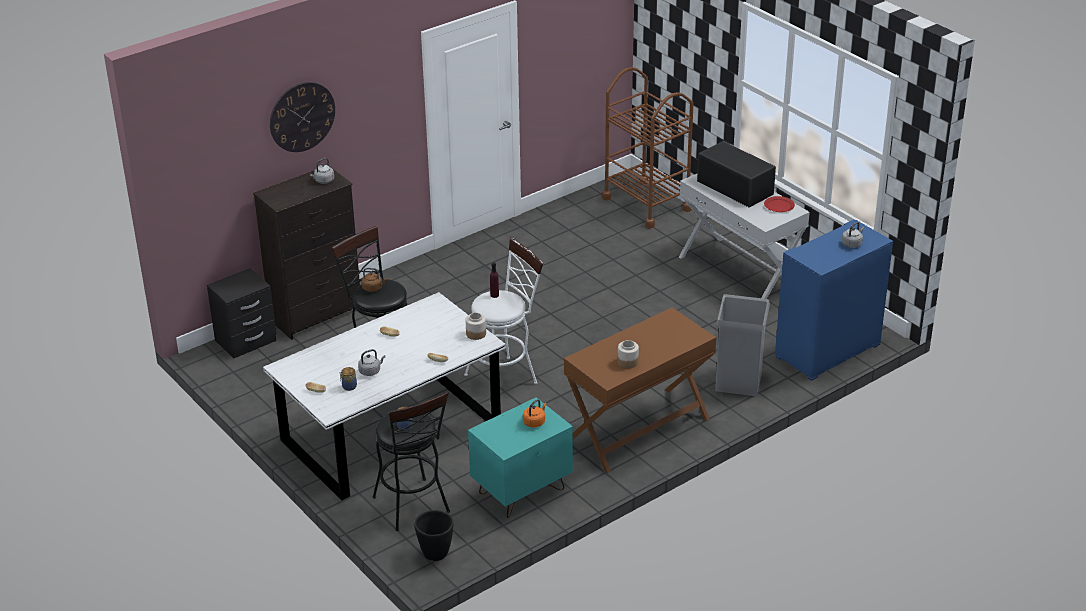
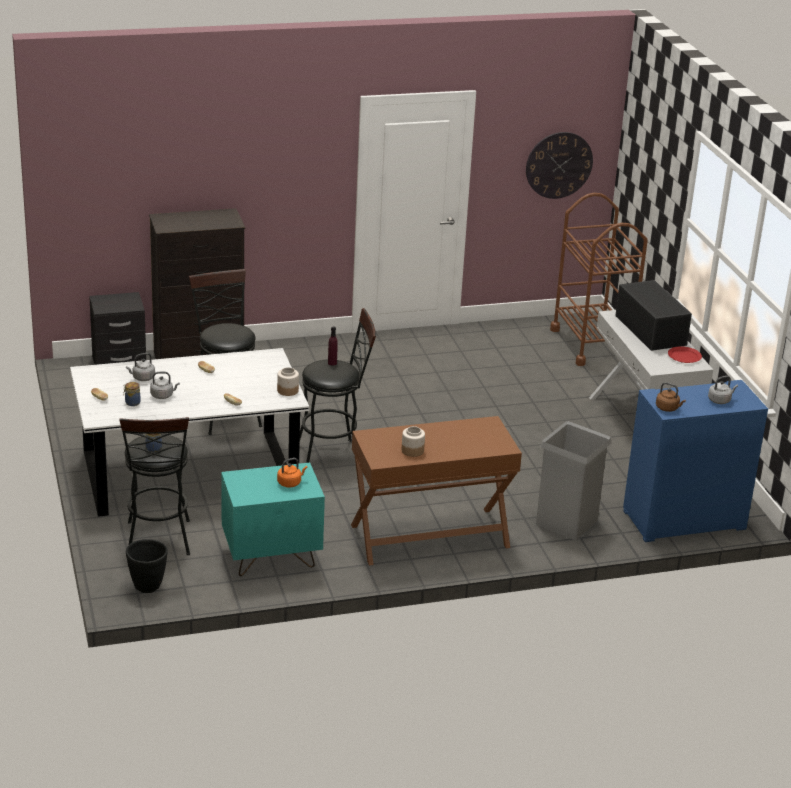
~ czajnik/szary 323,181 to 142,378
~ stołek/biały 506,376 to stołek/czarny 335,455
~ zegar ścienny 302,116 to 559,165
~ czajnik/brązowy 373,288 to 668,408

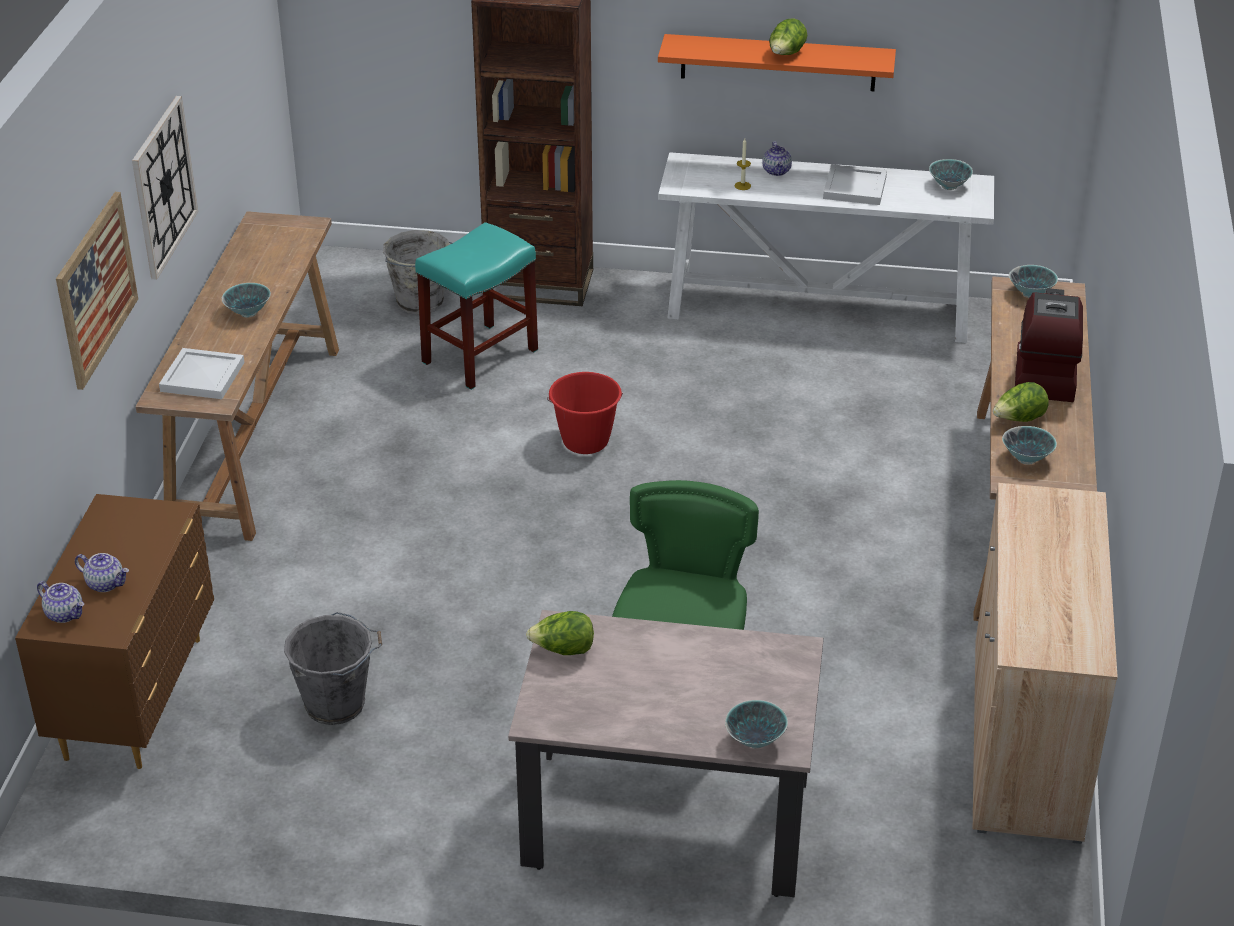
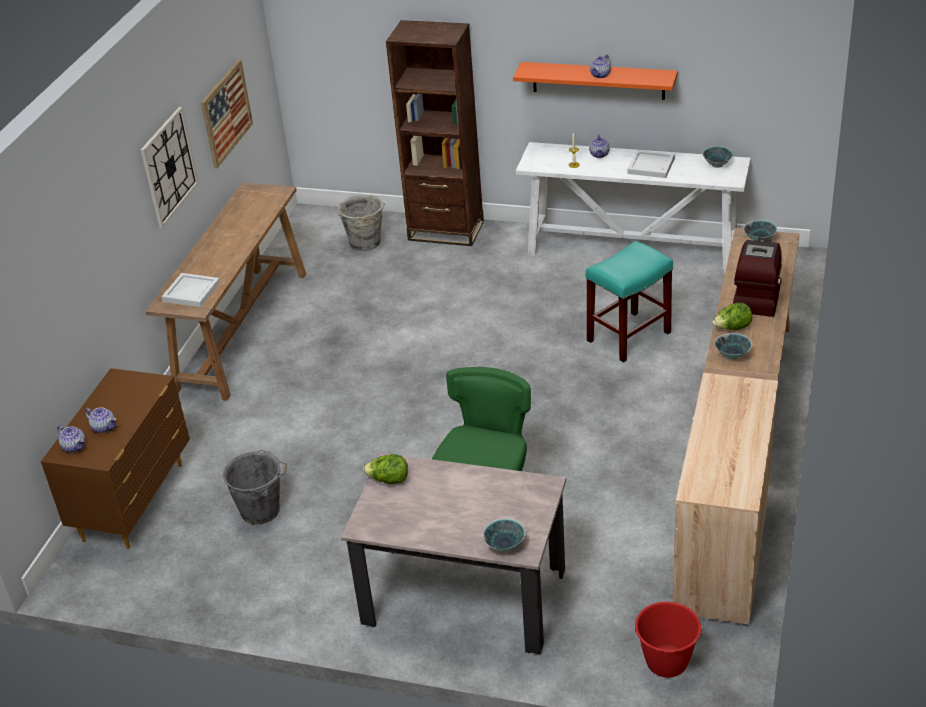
~ obraz 96,289 to 226,113
~ stołek/turkusowy 479,357 to 628,337
~ sałata 786,55 to imbryk 600,75
~ wiadro/czerwony 585,441 to 666,662
- miska 248,312

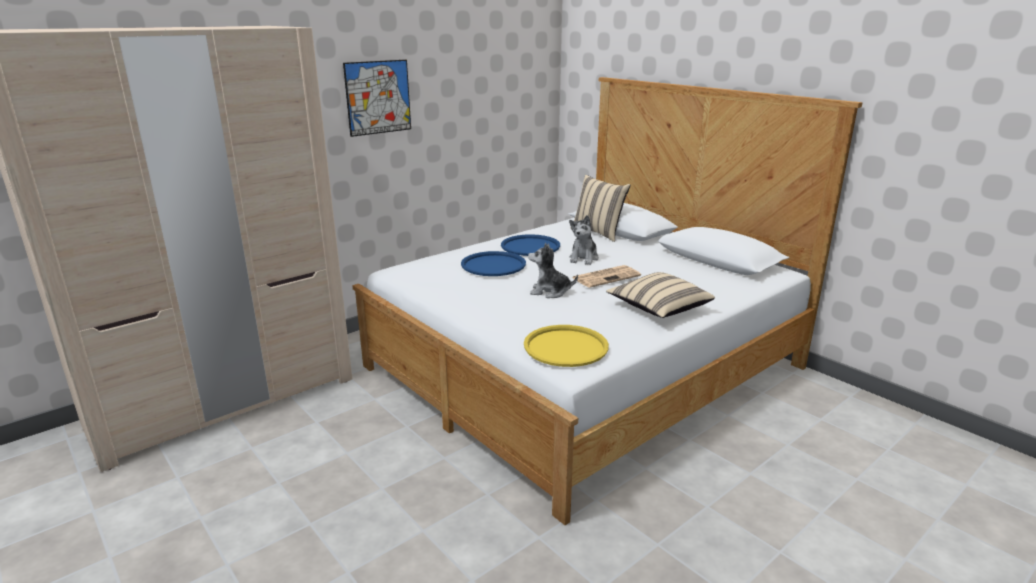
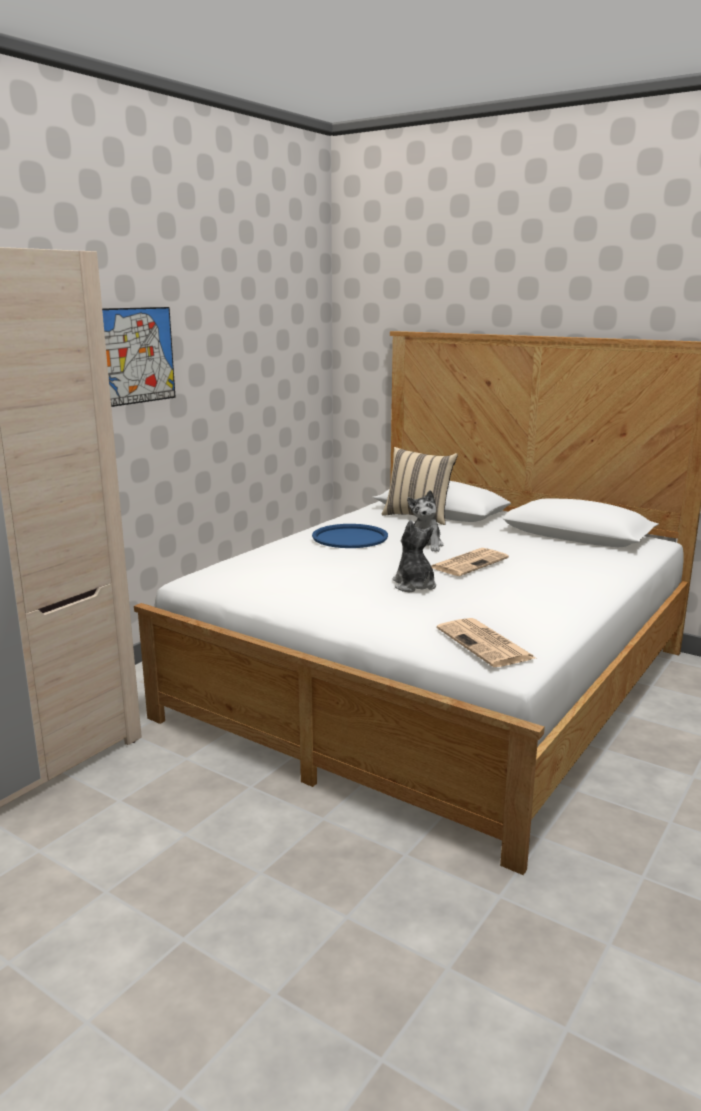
~ pluszak 550,292 = 414,586 75 degrees clockwise
~ taca/żółty 566,347 to gazeta 486,644
- taca/niebieski 493,265
- poduszka/beżowy 658,309

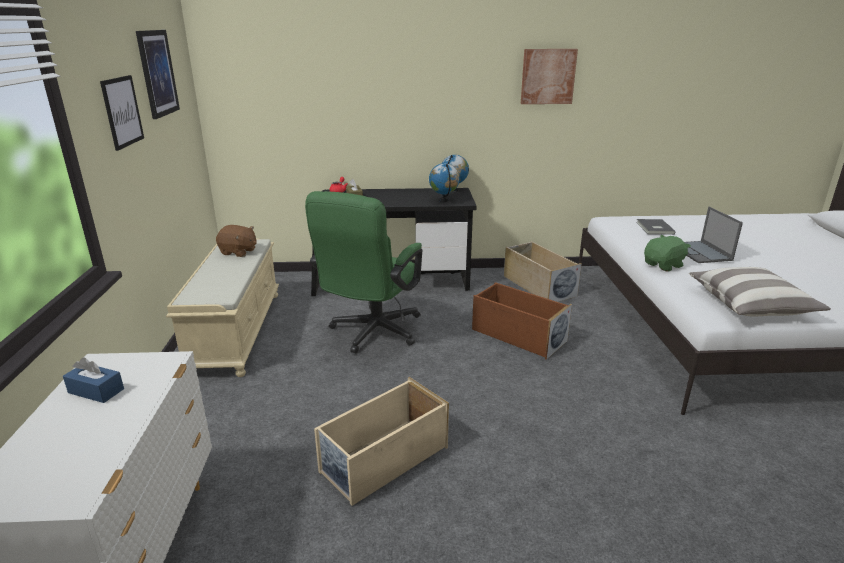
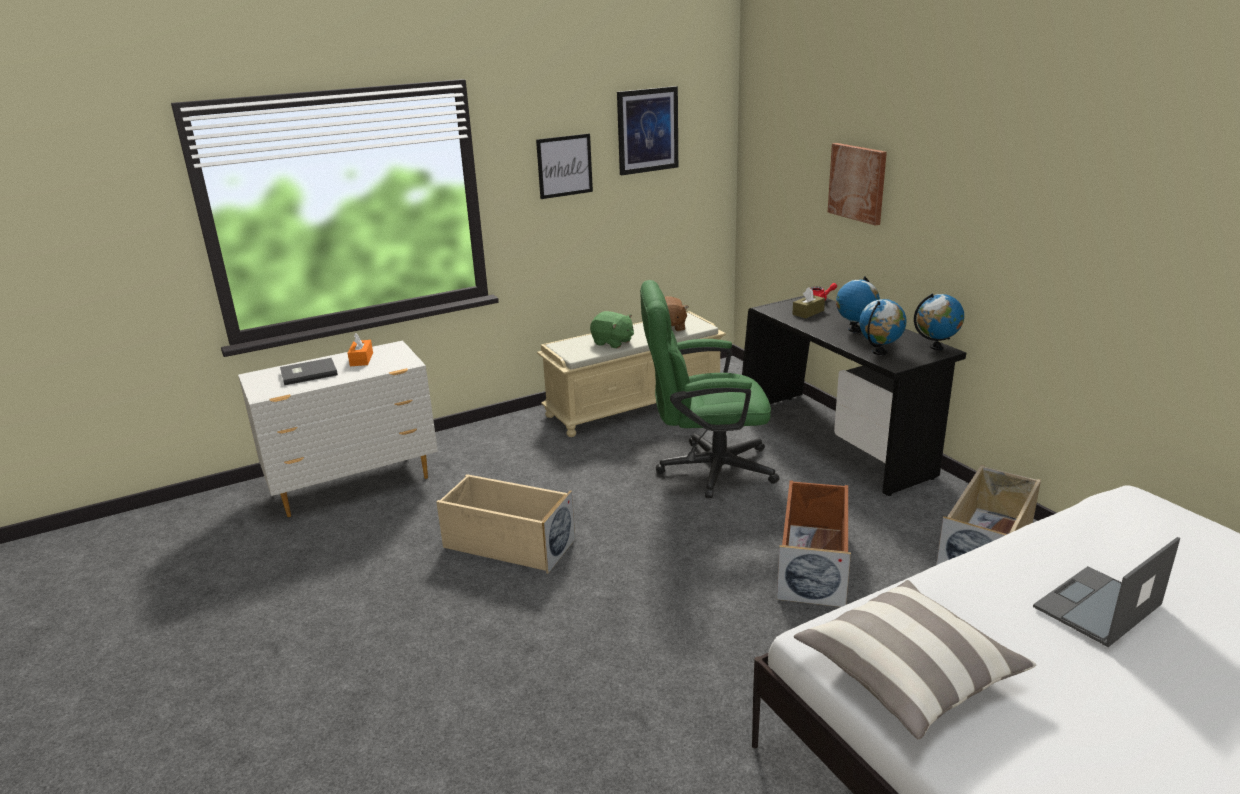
~ książka/szary 654,228 to 308,373
~ pudełko chusteczek/niebieski 96,391 to pudełko chusteczek/pomarańczowy 361,359
~ pluszak/zielony 663,265 to 612,342
~ obraz 548,76 to 857,183
+ globus 855,330

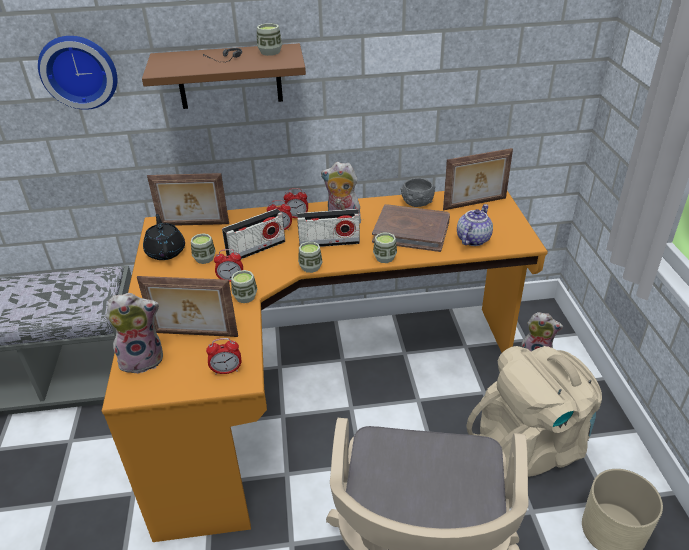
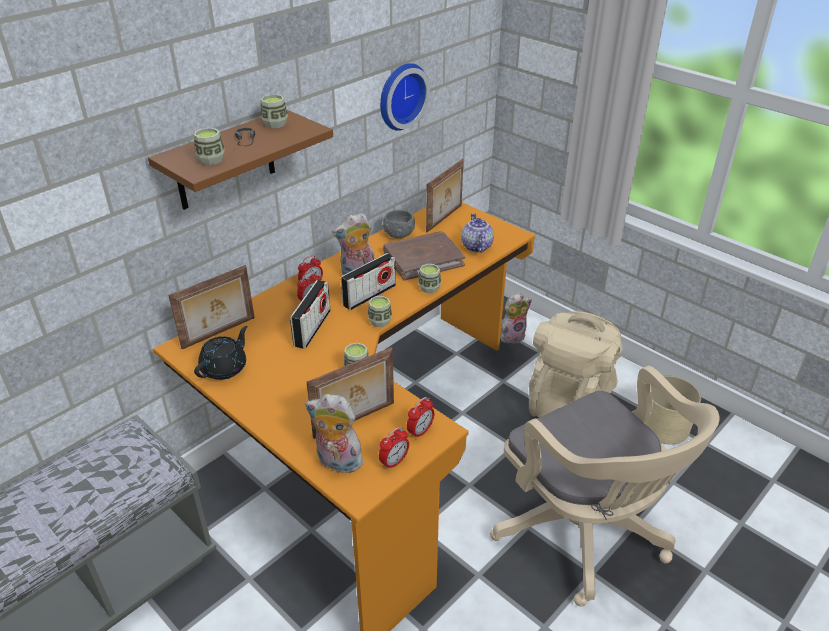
~ filiżanka 204,258 to 211,160
~ imbryk/czarny 166,251 = 225,368 90 degrees clockwise
~ pluszak 143,359 = 337,462 105 degrees counterclockwise
~ budzik 231,279 to 394,462
~ zegar ścienny 79,71 to 400,95

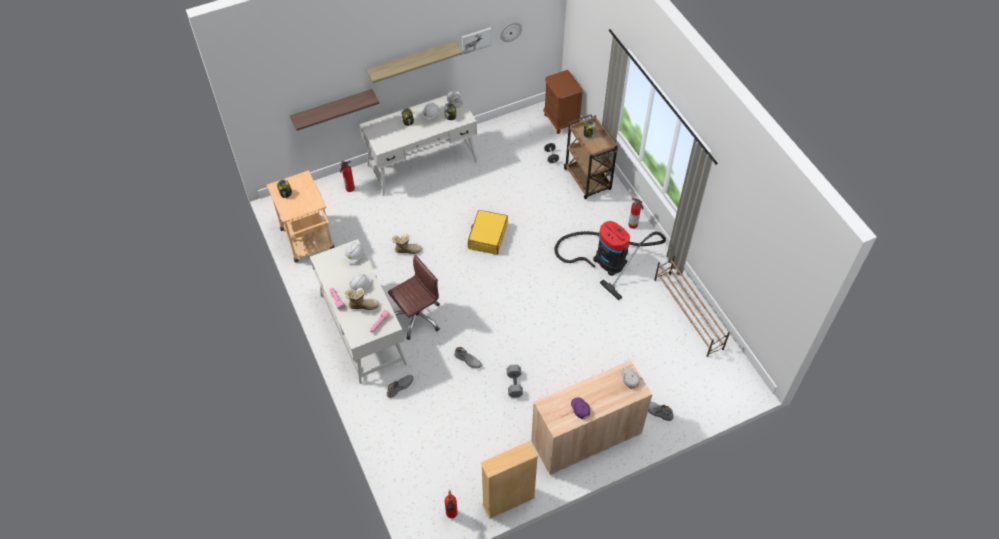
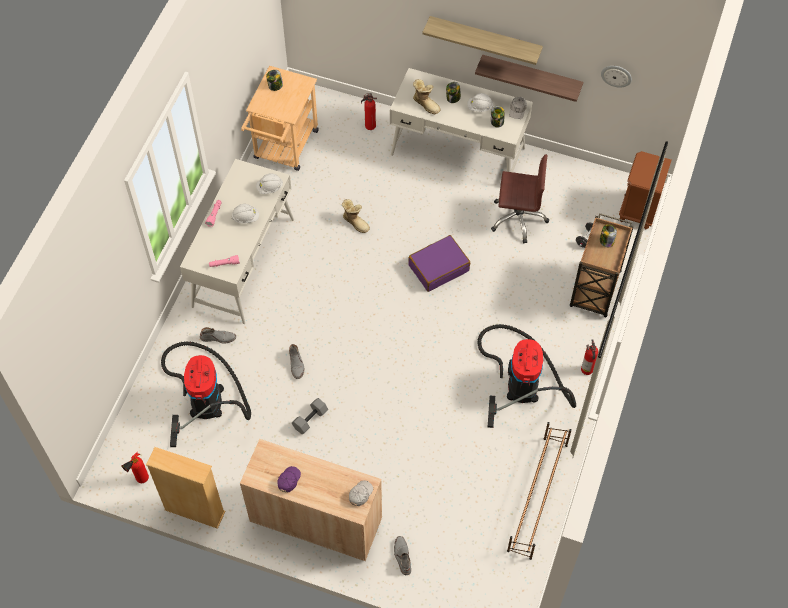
+ odkurzacz 205,397
~ walizka/żółty 487,236 to walizka/fioletowy 438,267
~ but z cholewką 363,305 to 426,104
~ półka 332,109 to 531,75
~ krzesło biurowe/brązowy 417,317 to 518,218
- obraz 476,40

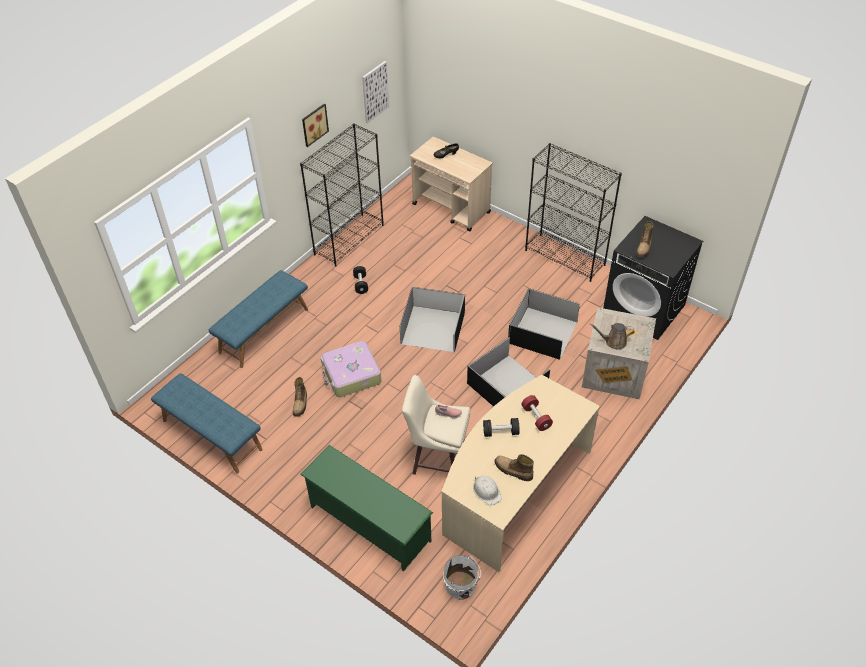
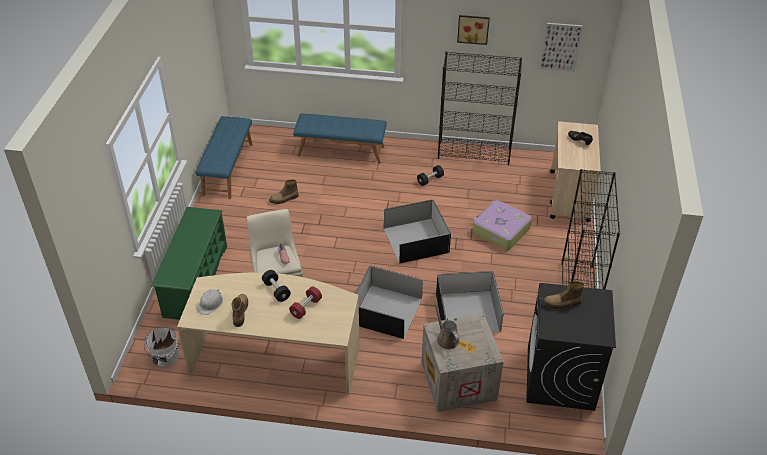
~ walizka 351,375 to 500,231

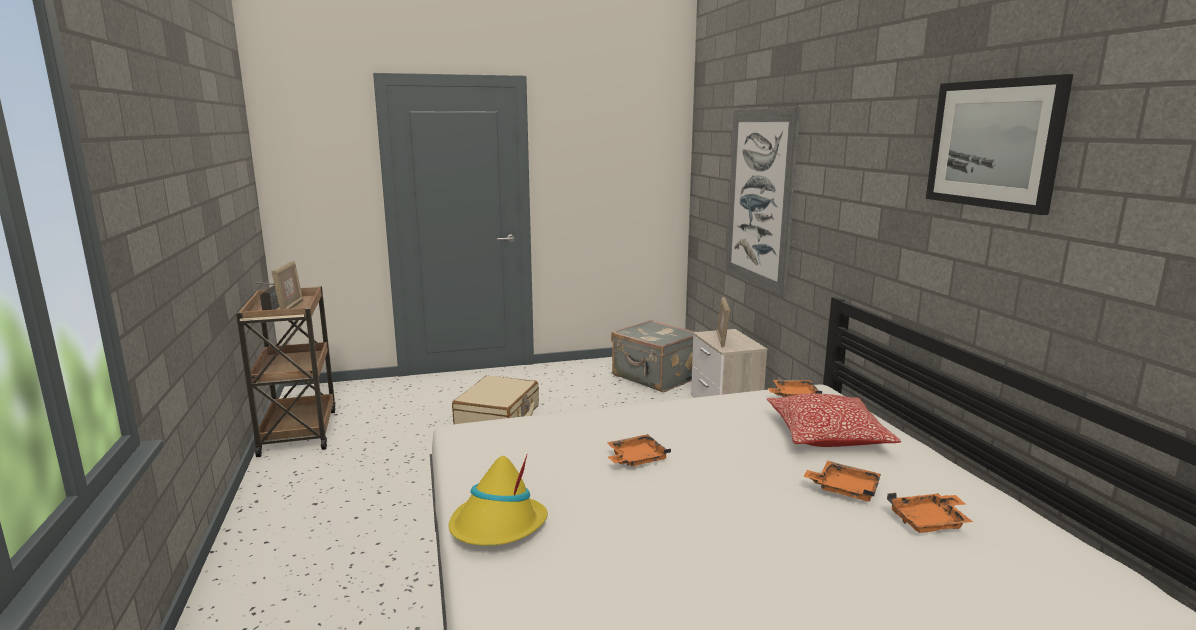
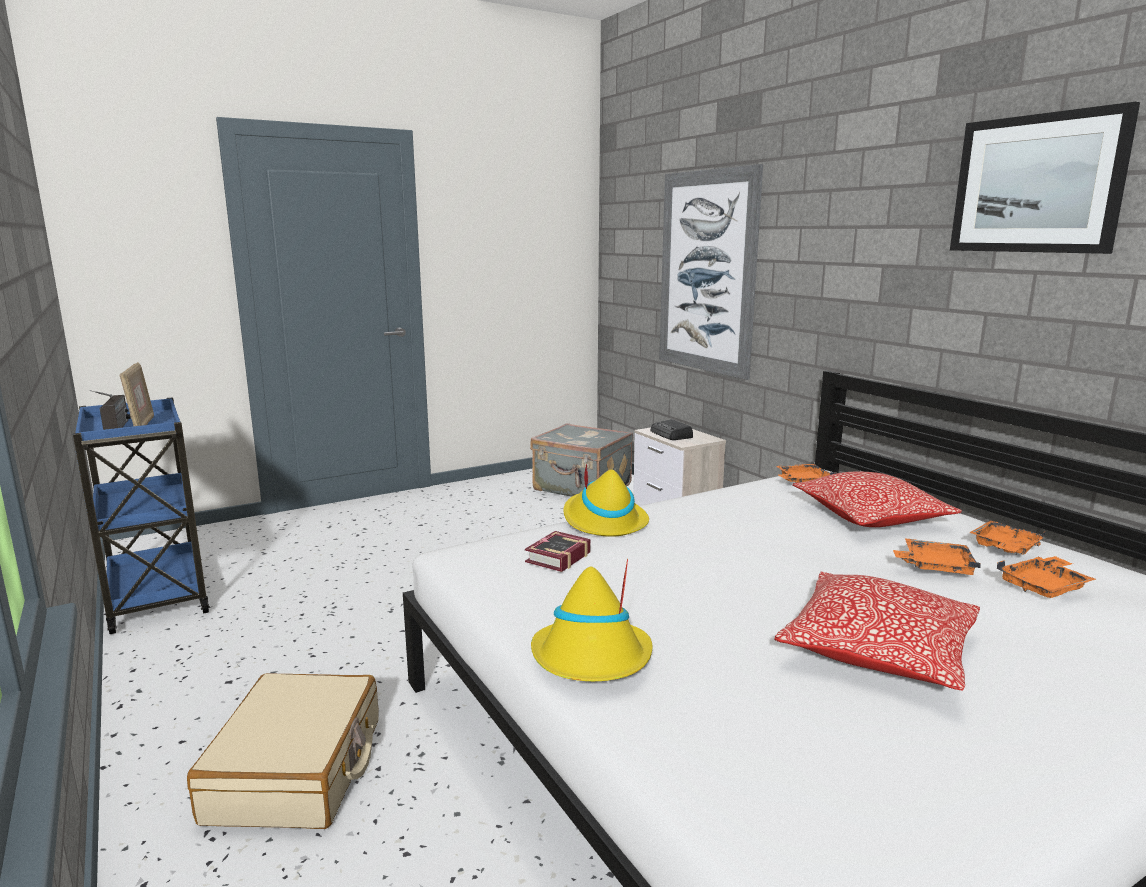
~ wózek/brązowy 299,431 to wózek/niebieski 156,594
~ walizka/beżowy 498,416 to 297,770
+ książka 555,558
+ kapelusz/żółty 603,521
~ ramka na zdjęcie 722,339 to radio 671,435
+ poduszka 877,650
~ taca/pomarańczowy 636,459 to 1004,548

